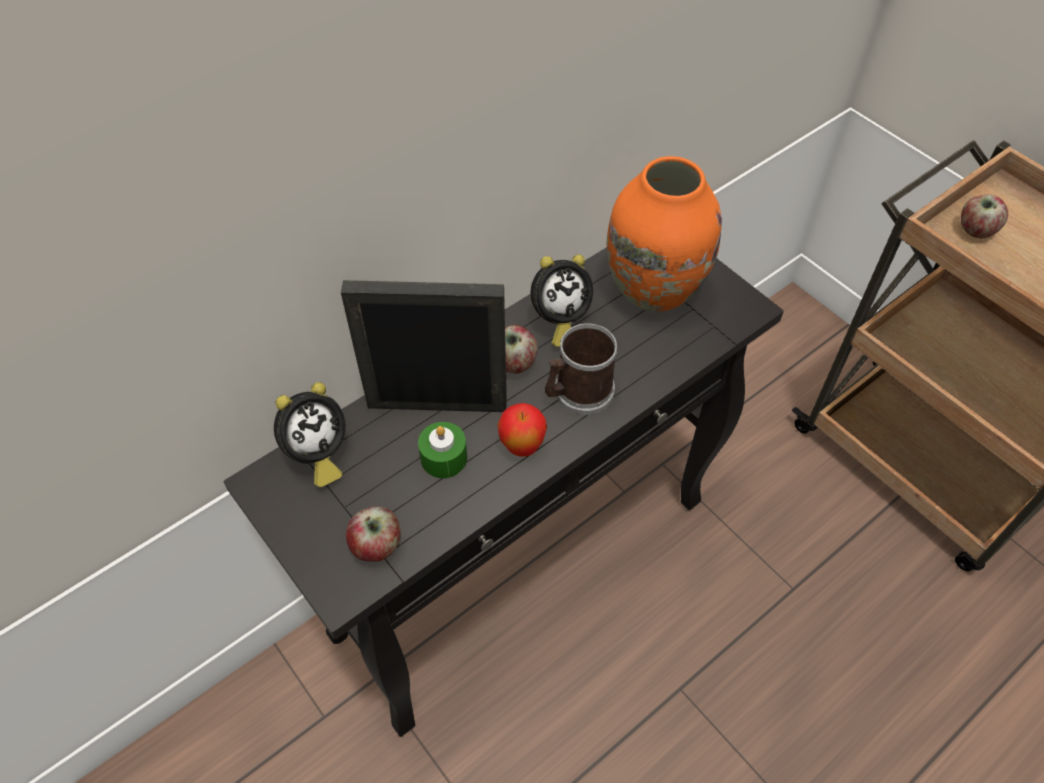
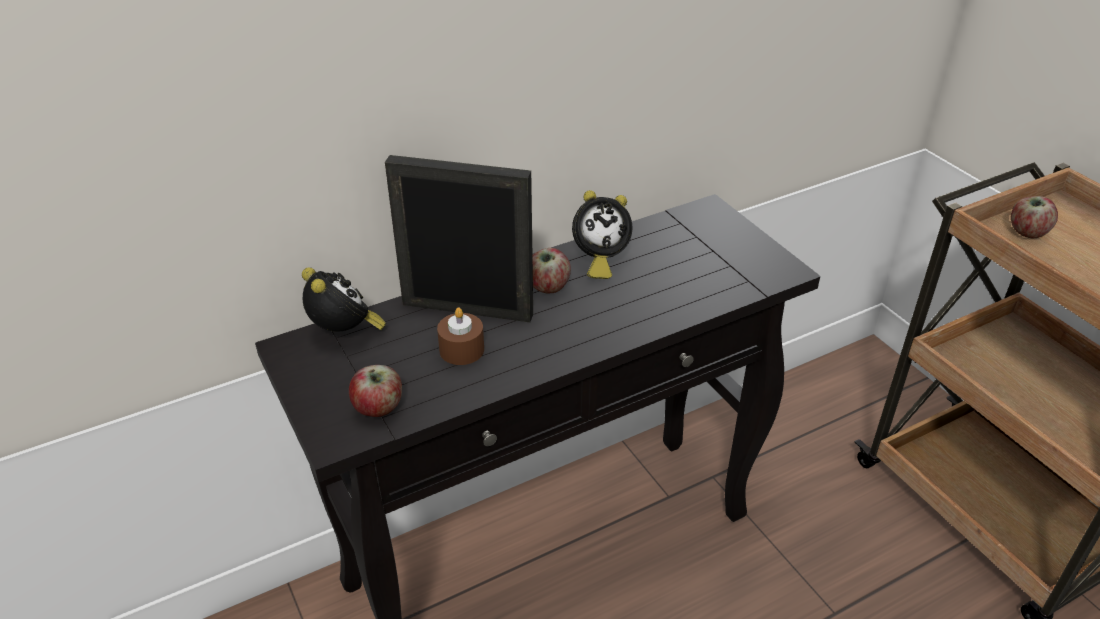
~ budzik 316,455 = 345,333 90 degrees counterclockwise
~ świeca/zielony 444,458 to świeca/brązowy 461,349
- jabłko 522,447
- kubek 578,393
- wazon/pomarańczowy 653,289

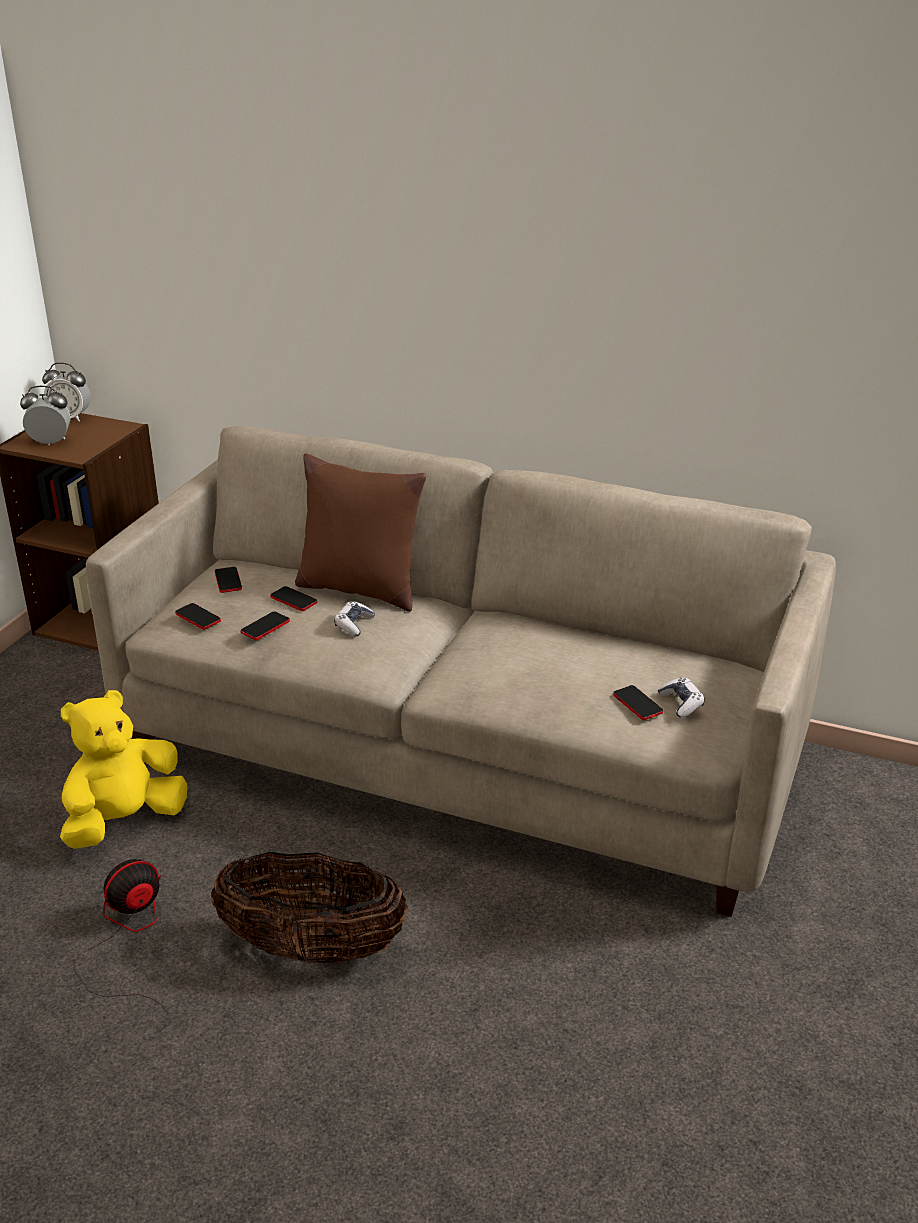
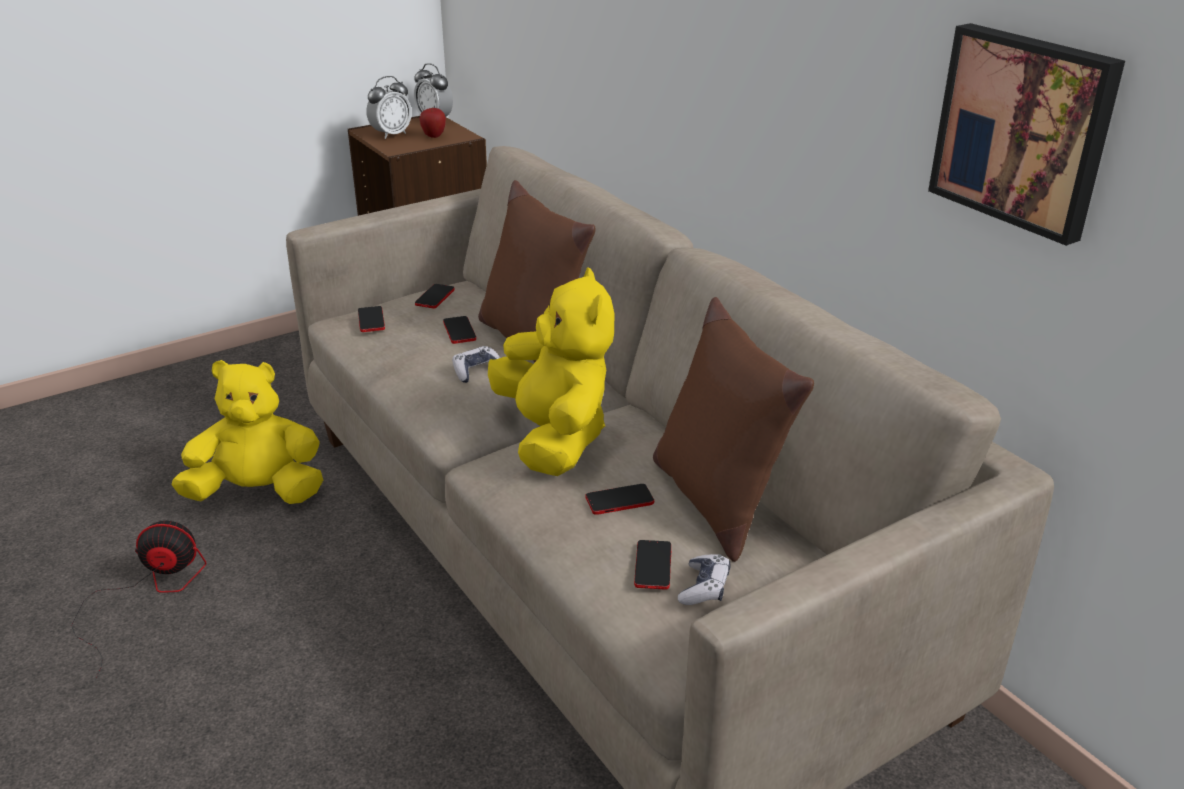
~ budzik 50,442 = 391,134 105 degrees clockwise
+ jabłko 434,136
+ pluszak/żółty 554,438
~ telefon 265,627 to 619,500
+ poduszka/brązowy 716,499
+ obraz 1024,130
- koszyk 312,948

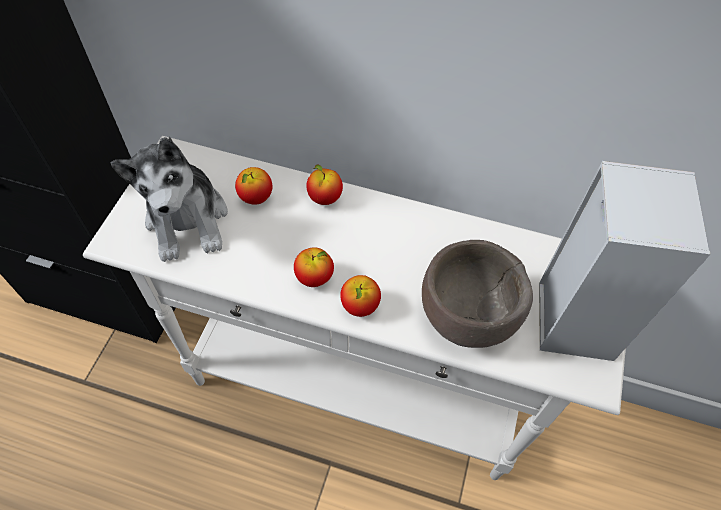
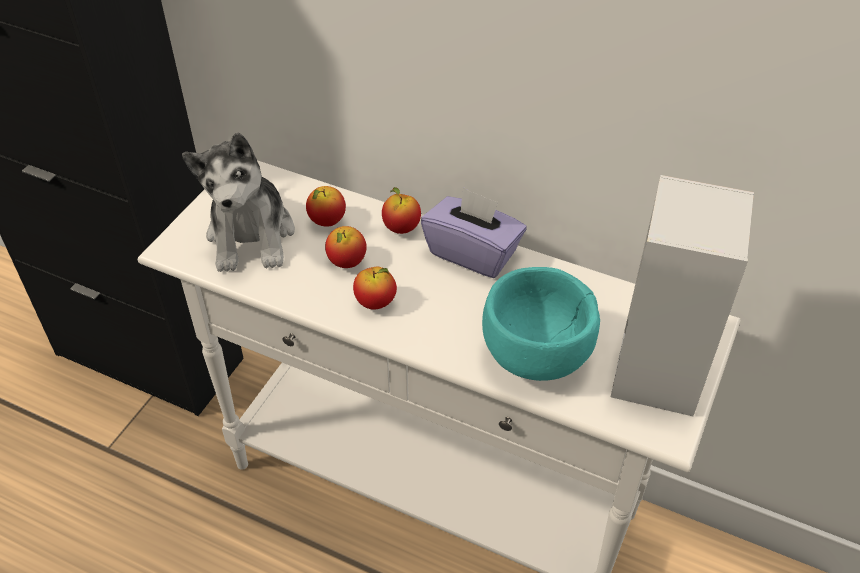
~ jabłko 360,306 to 347,262
+ pudełko chusteczek/fioletowy 473,253
~ miska/brązowy 468,316 to miska/turkusowy 536,356

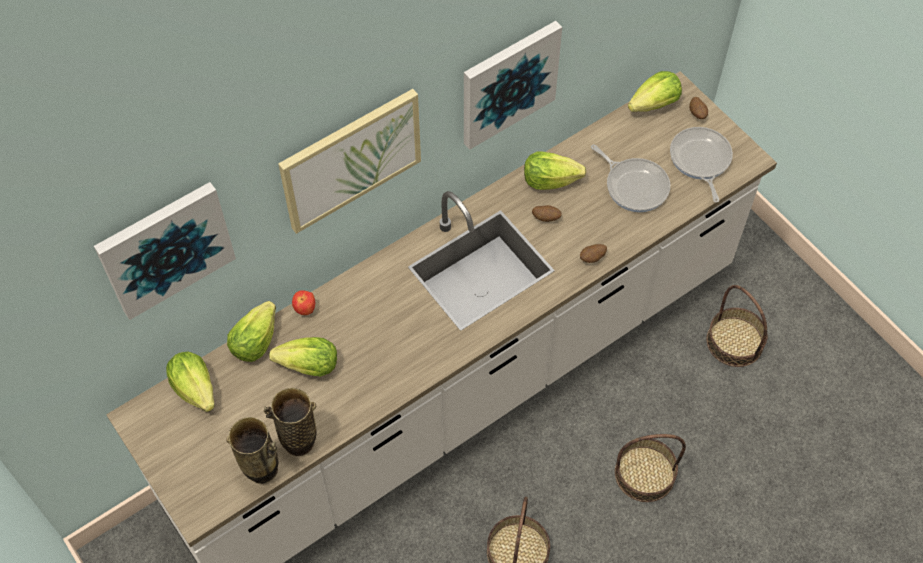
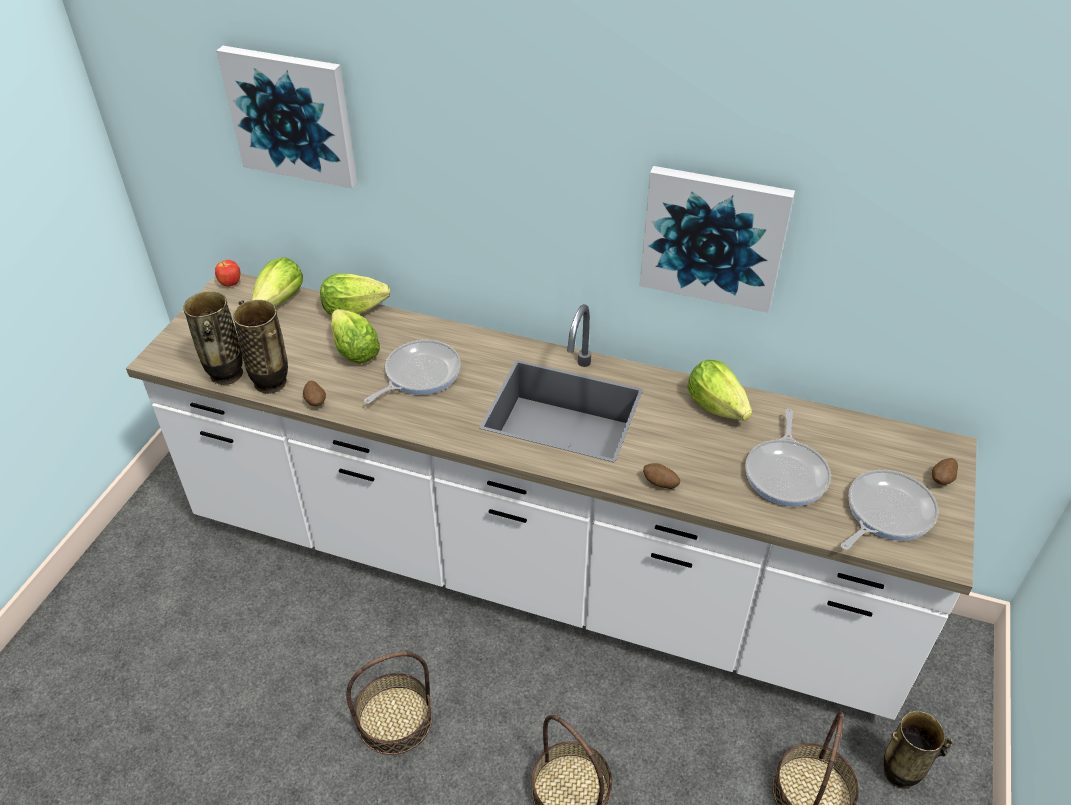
~ jabłko 305,309 to 230,284
~ ziemniak 546,218 to 316,402
+ patelnia 419,374
+ wazon 899,774
- obraz 351,159
- sałata 654,104

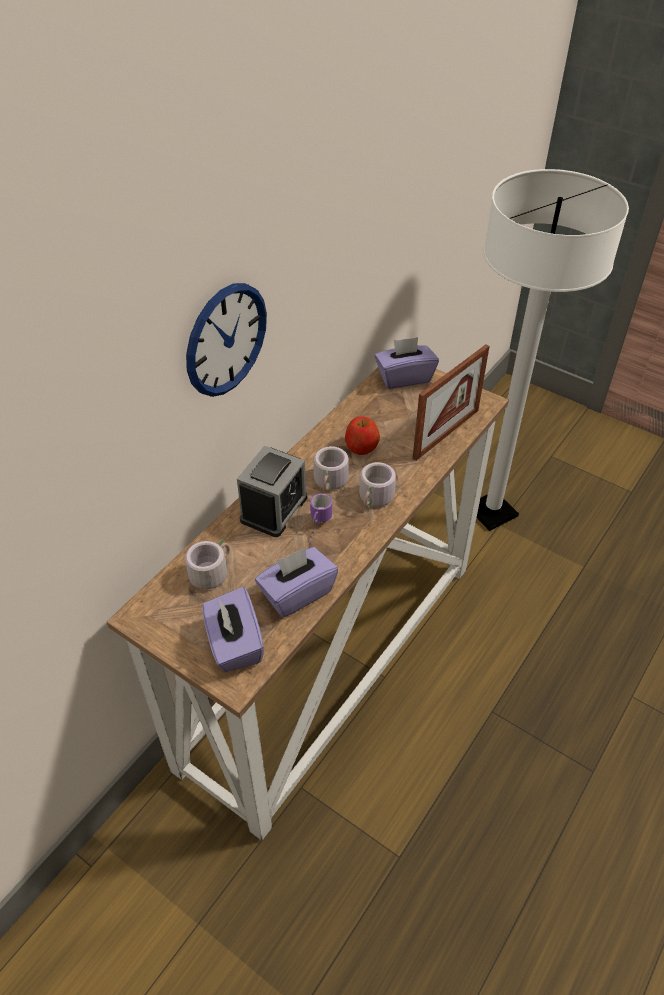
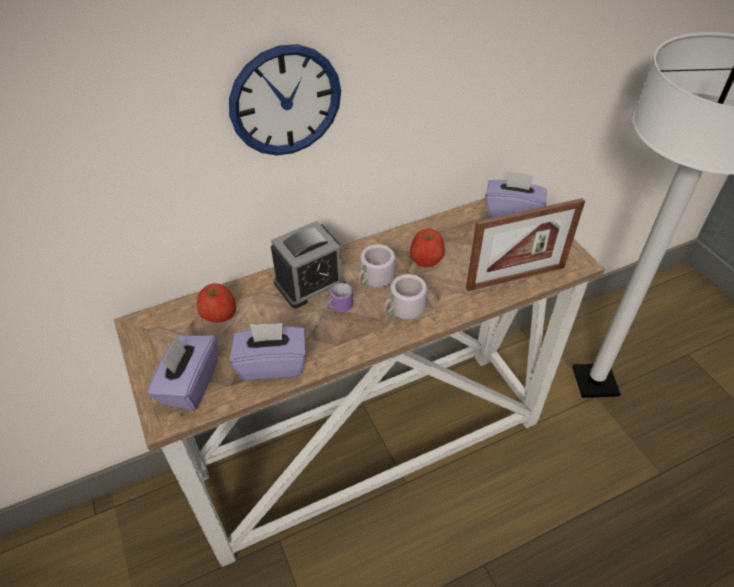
~ kubek/szary 210,571 to jabłko 219,314

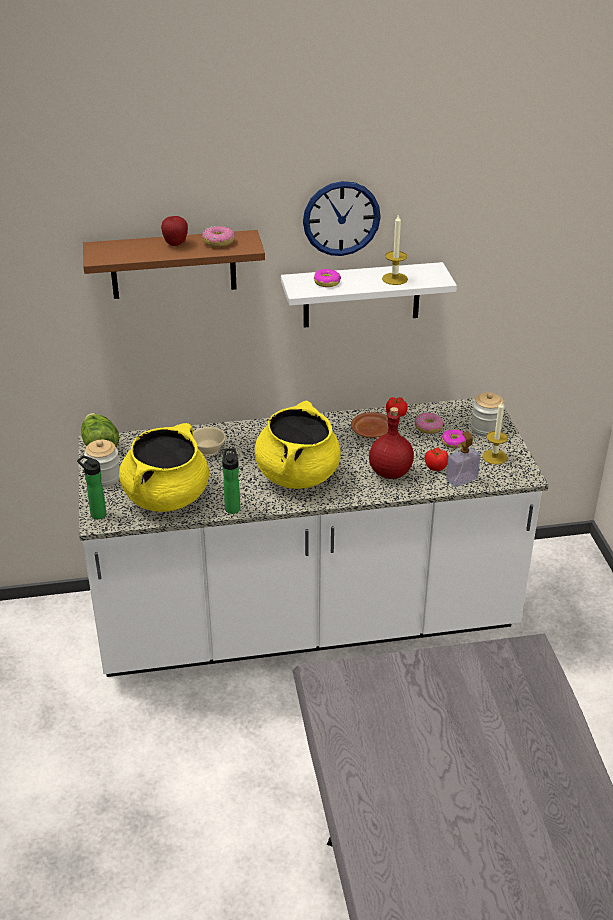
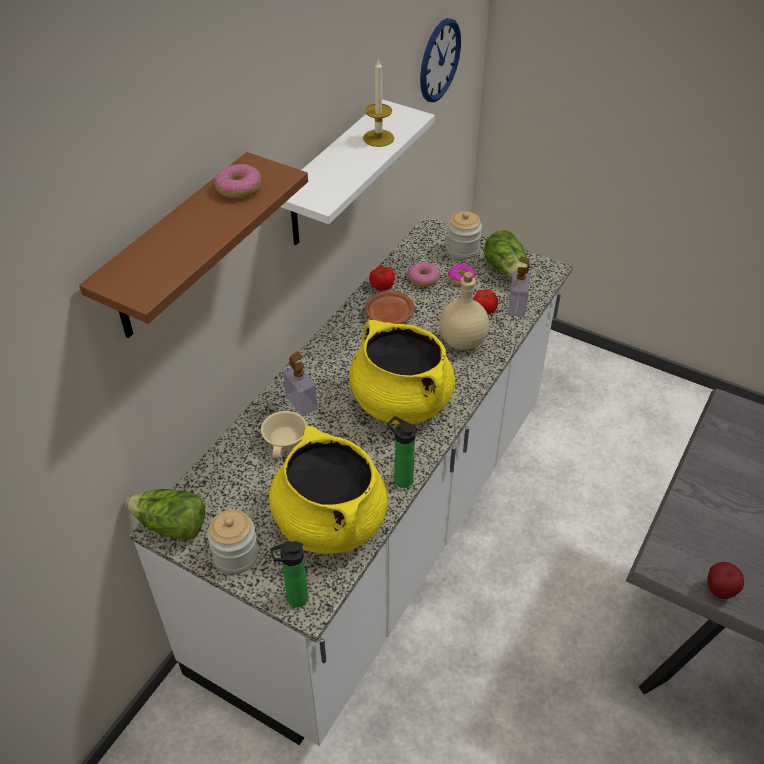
+ dozownik mydła 301,402
~ zegar ścienny 341,218 to 439,60
~ butelka/czerwony 391,472 to butelka/beżowy 462,340
~ świeca 494,457 to sałata 506,269
~ jabłko 175,244 to 719,591
- donut 327,282

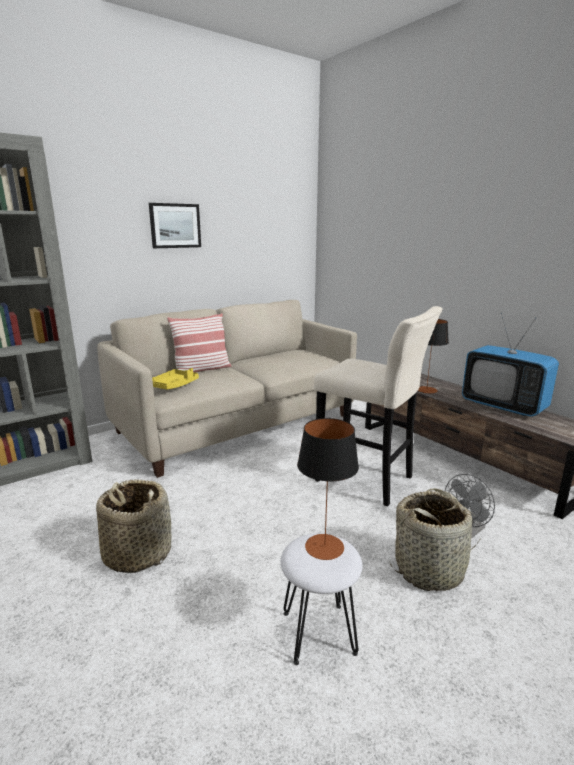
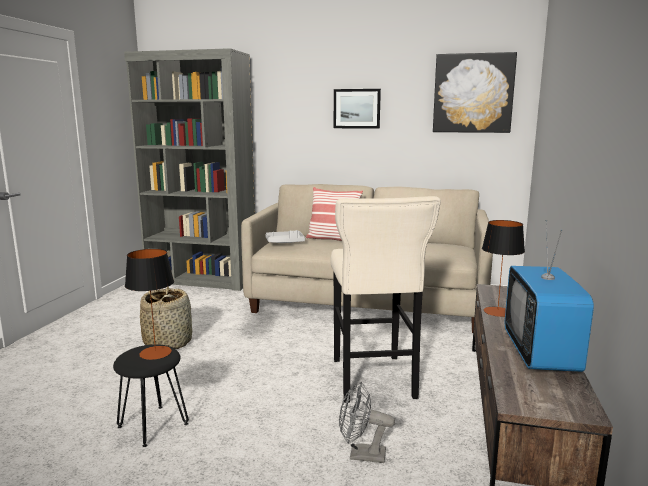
~ stołek/biały 318,632 to stołek/czarny 152,425
~ taca/żółty 174,385 to taca/szary 285,242
+ obraz 473,93
- koszyk 429,569

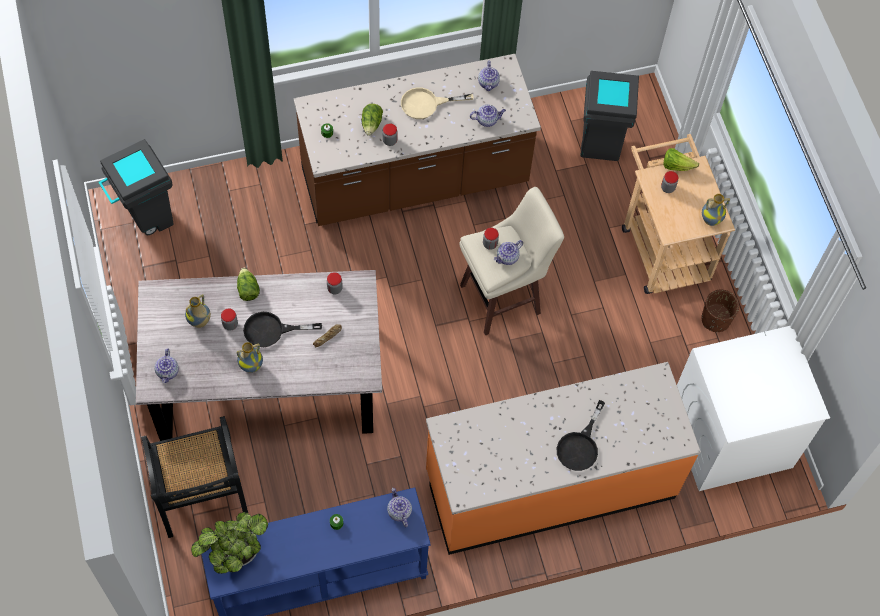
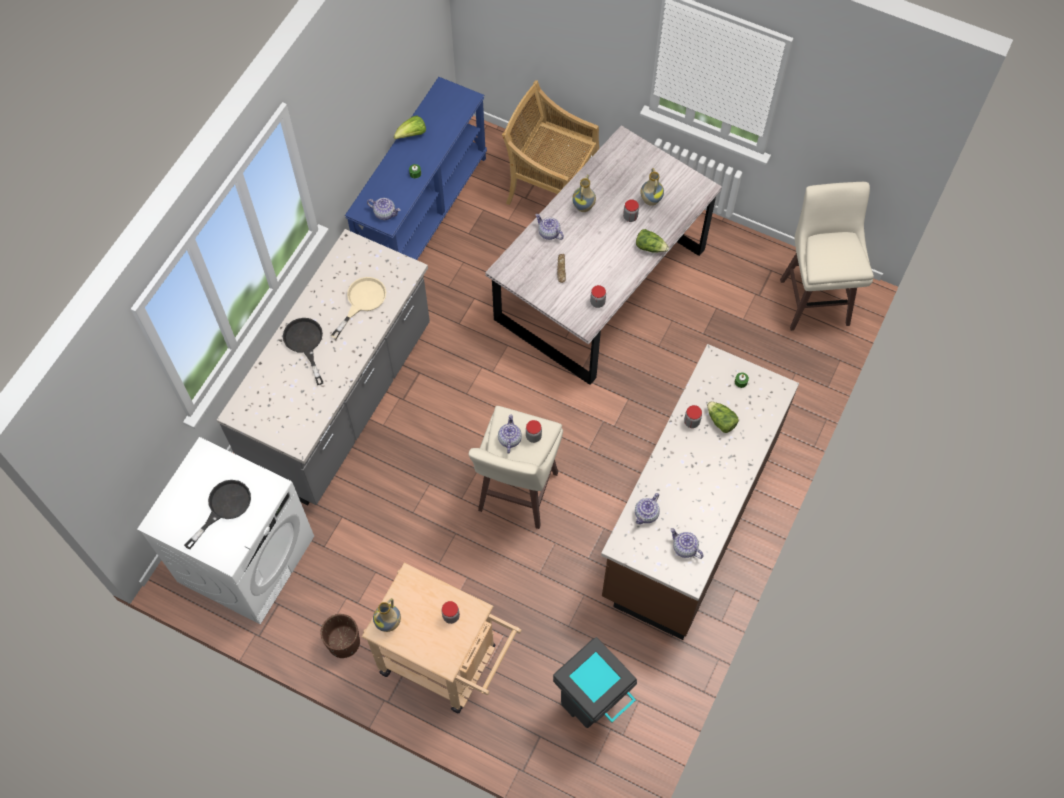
~ patelnia/czarny 271,330 to 224,507
~ zabudowa kuchenna/pomarańczowy 549,483 to zabudowa kuchenna/szary 342,401
~ patelnia/beżowy 426,104 to 362,301
~ sałata 676,166 to 412,135
~ krzesło/czarny 201,493 to krzesło/beżowy 550,189
~ imbryk 168,372 to 548,233
~ kosz na śmieci/szary 146,219 to stołek/beżowy 814,300
- roślina doniczkowa 235,552

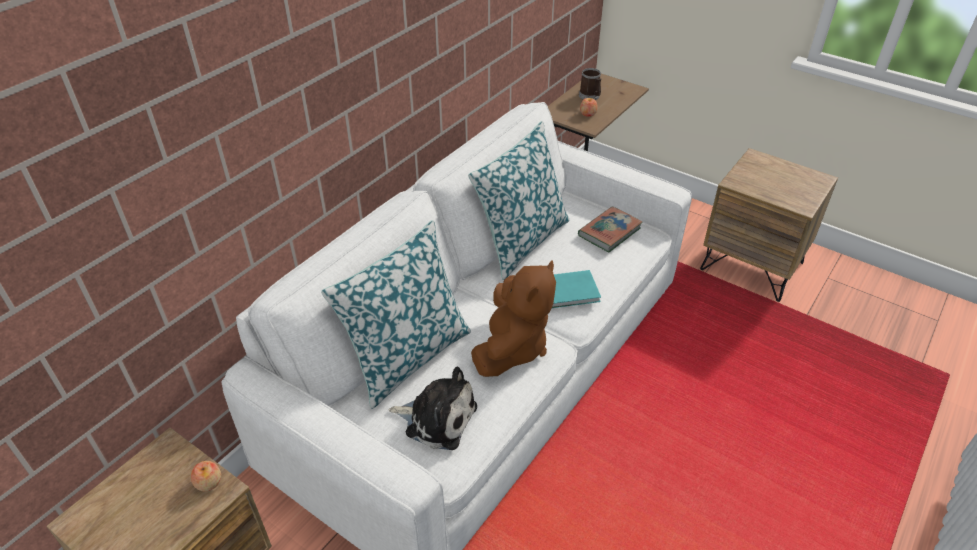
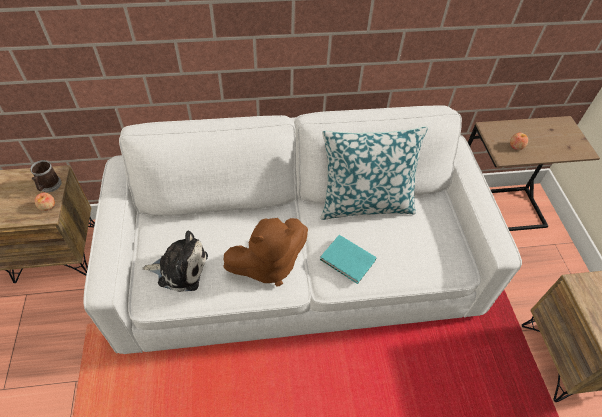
~ kubek 590,96 to 49,186
~ pluszak 437,418 = 180,268 60 degrees counterclockwise
- poduszka 407,356
- książka 609,232

